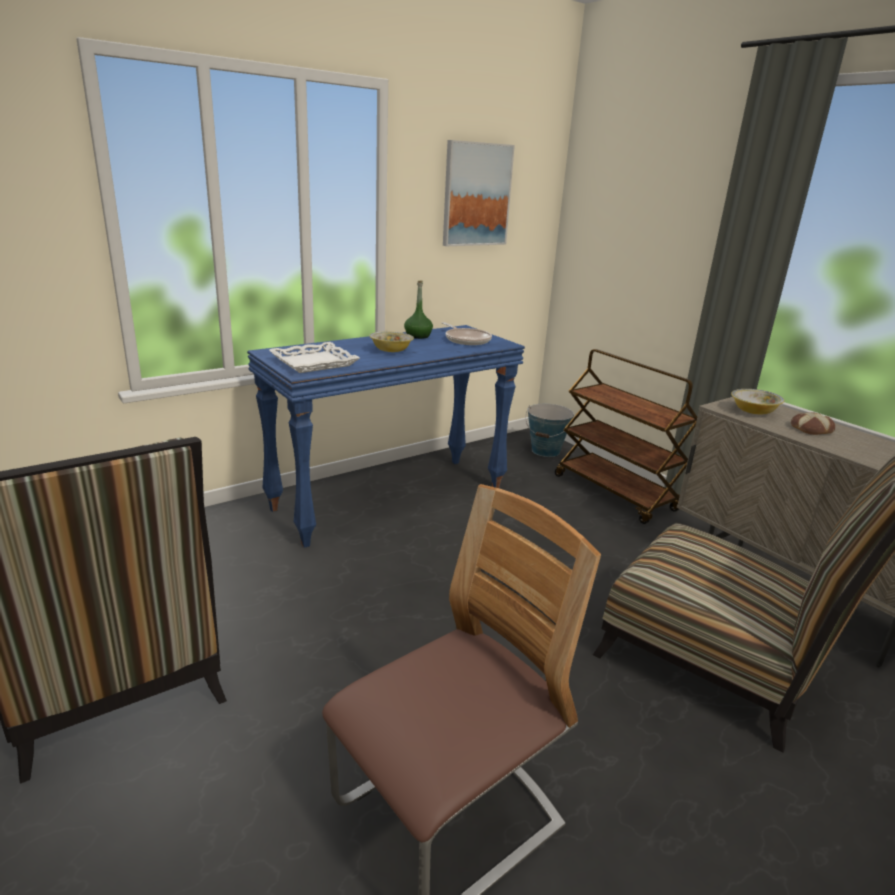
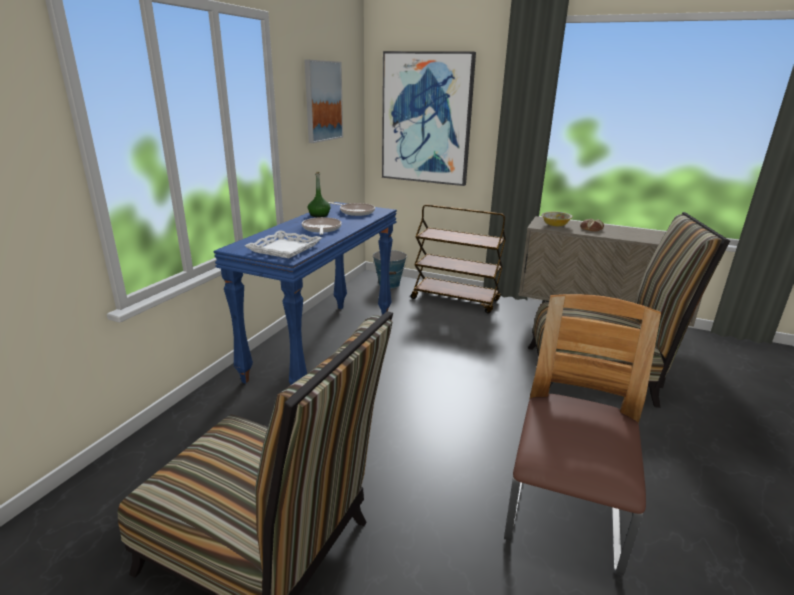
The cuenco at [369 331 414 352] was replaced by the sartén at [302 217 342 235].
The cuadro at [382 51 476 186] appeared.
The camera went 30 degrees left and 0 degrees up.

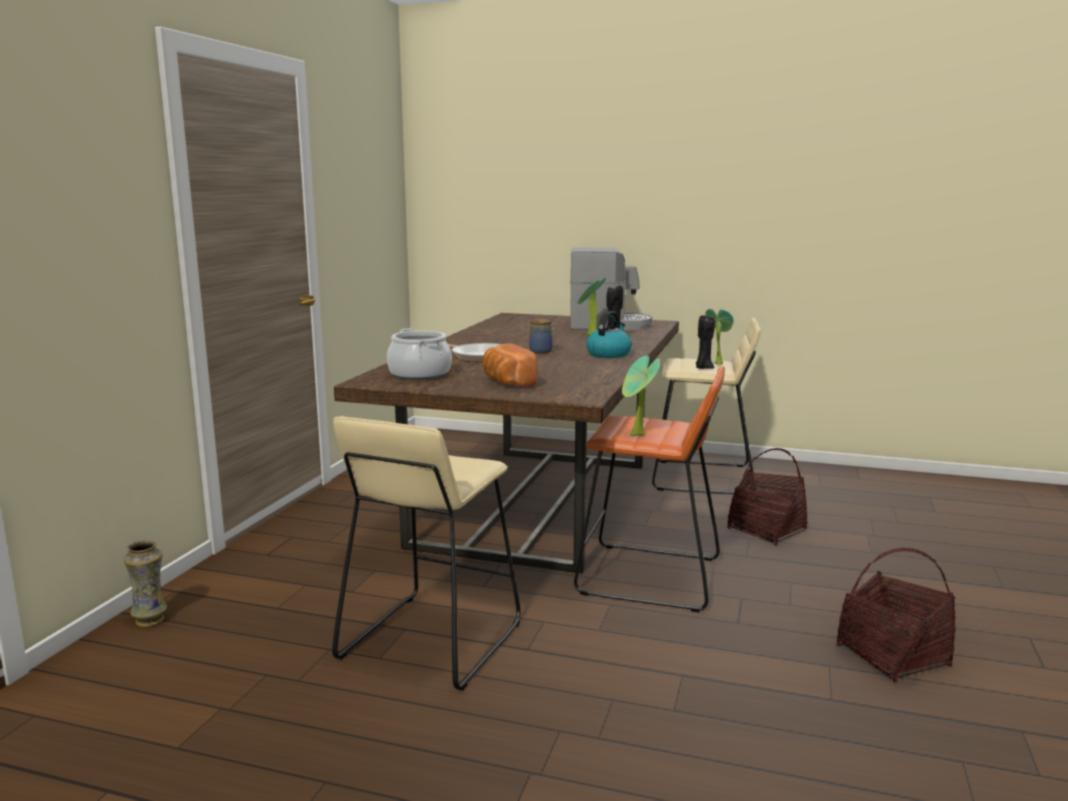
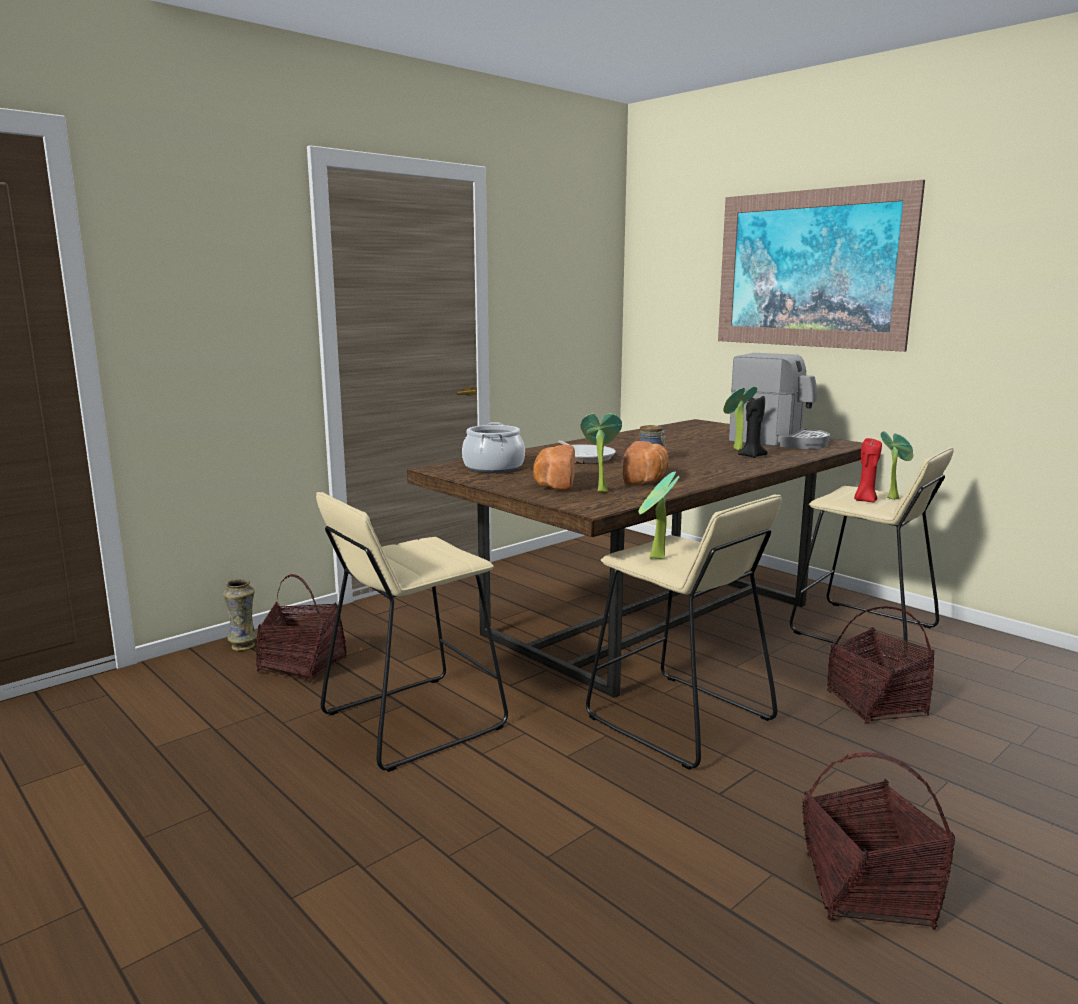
The taburete [naranja] at [574 366 725 612] became the taburete [beis] at [586 494 782 770].
The hervidor at [586 311 632 358] disappeared.
The vela [negro] at [696 315 715 369] became the vela [rojo] at [854 438 882 502].
The cesta at [256 574 347 683] appeared.
The planta en maceta at [581 413 622 492] appeared.
The pan at [623 441 669 485] appeared.
The cuadro at [718 180 925 352] appeared.
The camera went 30 degrees right and 0 degrees up.

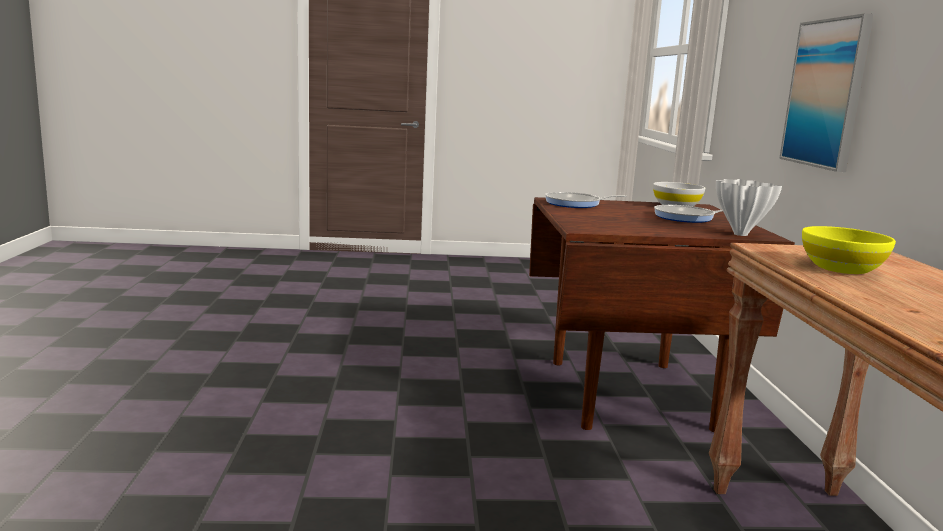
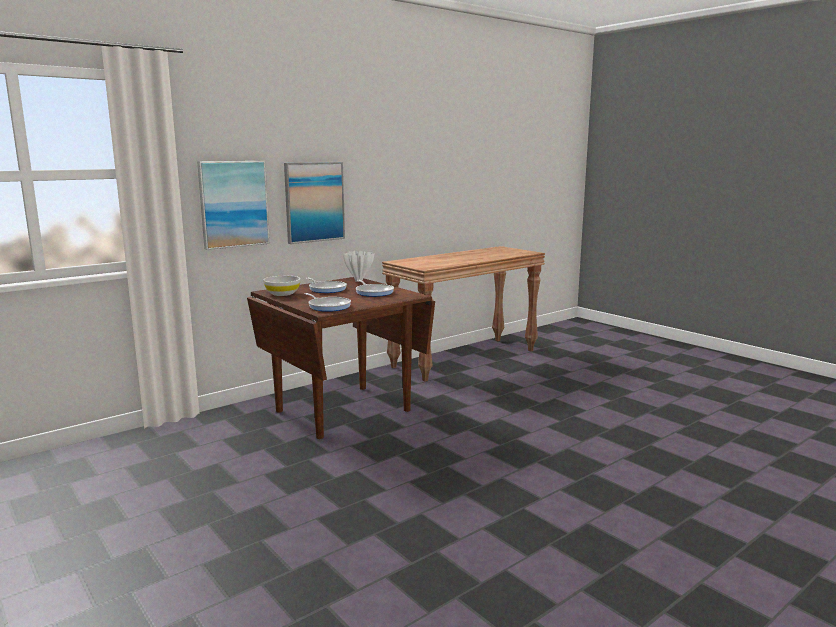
The cuenco [amarillo] at [802 226 896 274] disappeared.
The cuadro at [197 161 270 250] appeared.
The sartén at [356 280 394 297] appeared.
The camera went 125 degrees left and 0 degrees up.

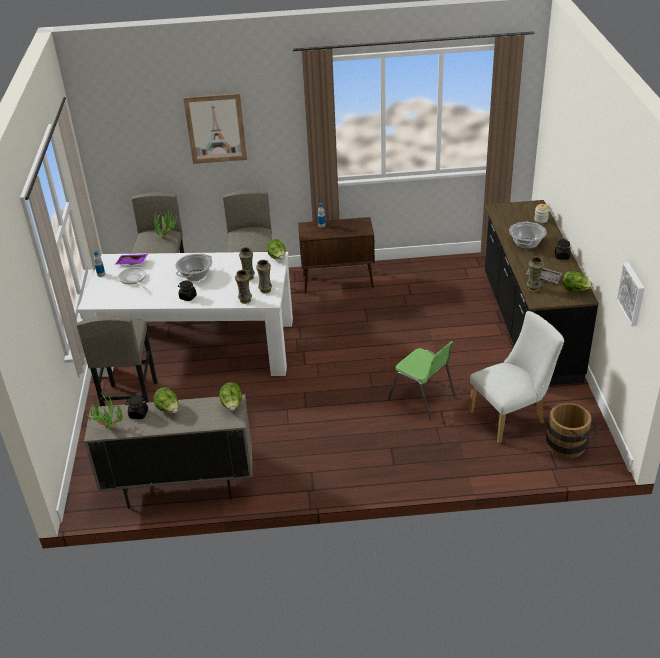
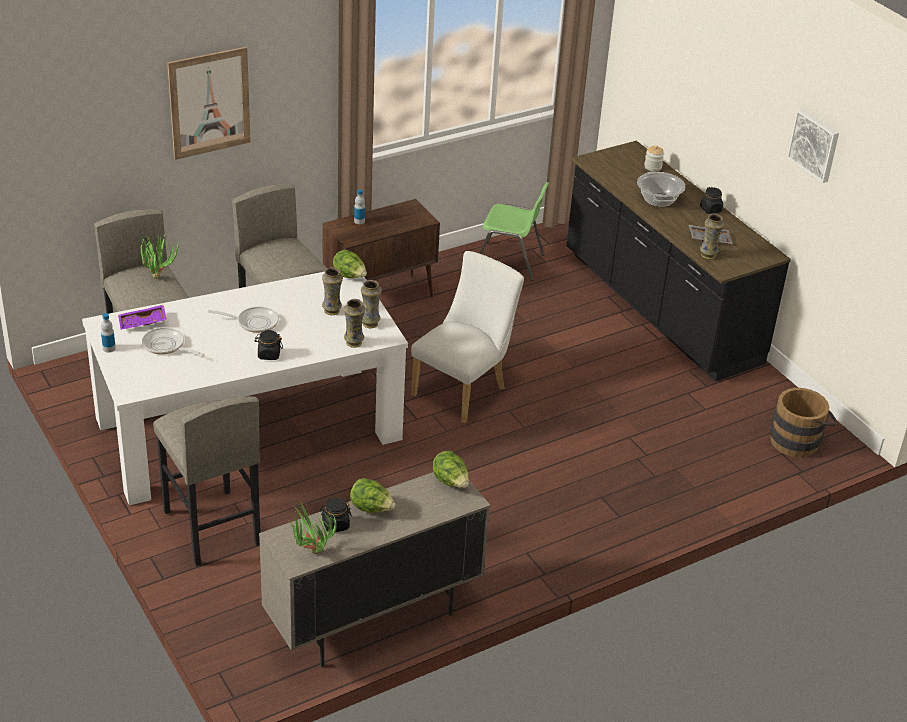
The olla at [176 254 212 281] was replaced by the sartén at [208 306 279 333].
The silla [verde] moved from [388 341 456 420] to [479 182 549 281].
The silla [blanco] moved from [469 311 564 443] to [411 251 524 423].
The lechuga at [562 271 593 292] disappeared.
The cuadro moved from [616 262 645 327] to [787 109 839 183].
The camera went 30 degrees left and 0 degrees up.

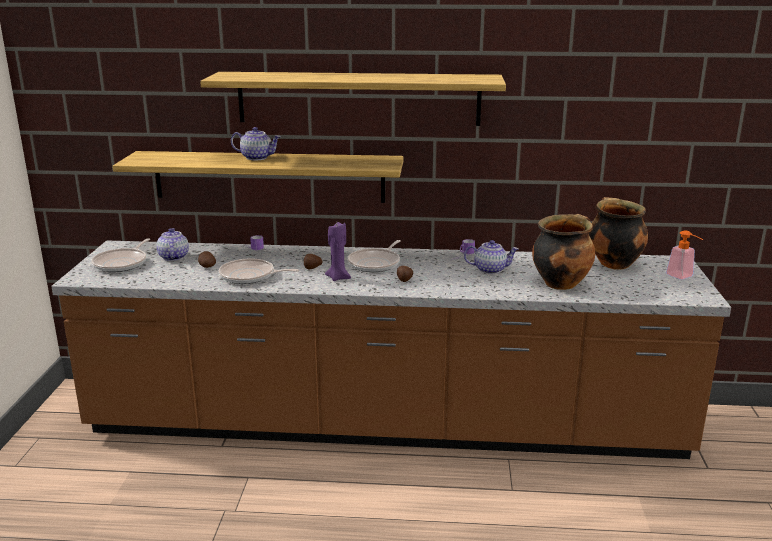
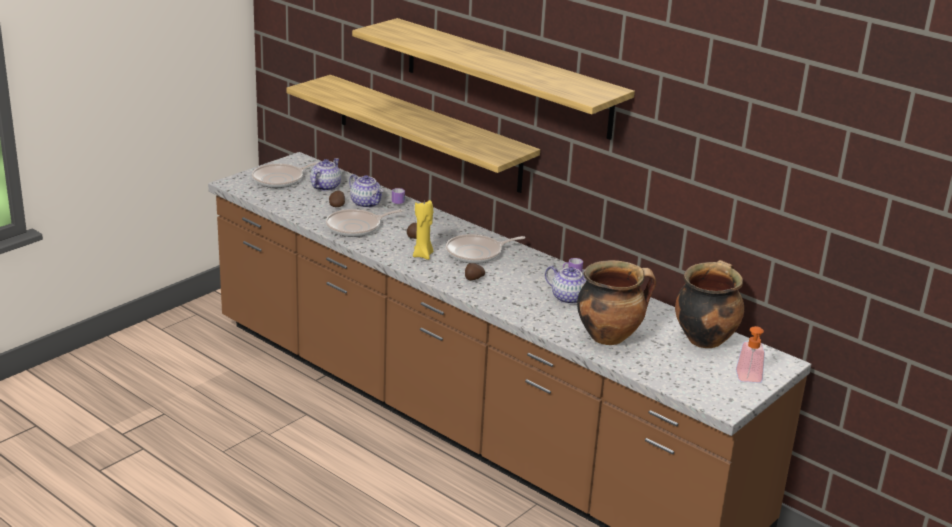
The sartén at [219 258 299 284] turned 75 degrees counterclockwise.
The tetera moved from [231 127 281 160] to [349 174 383 208].
The vela [morado] at [325 222 351 281] became the vela [amarillo] at [413 200 433 260].
The camera went 35 degrees right and 5 degrees up.

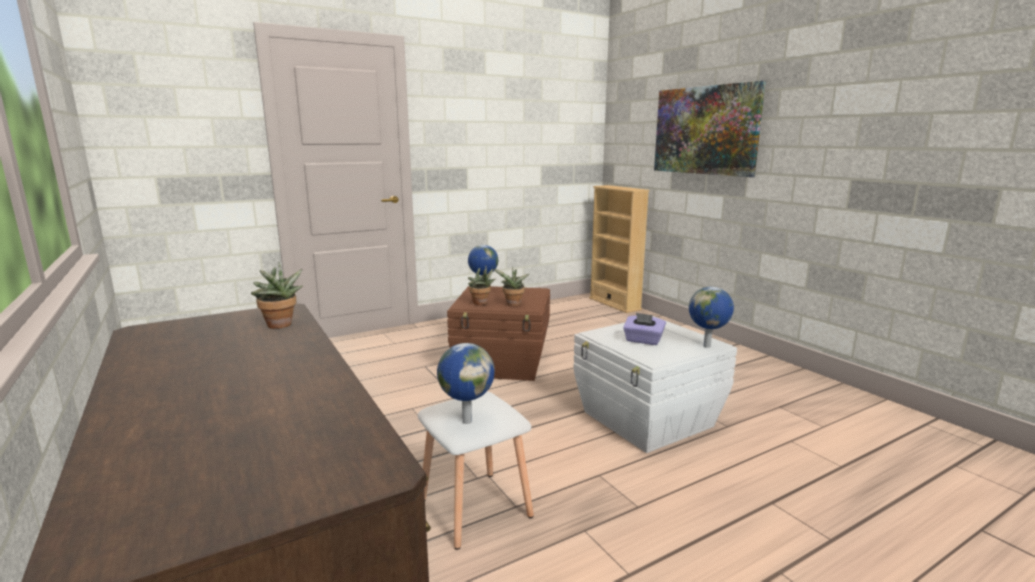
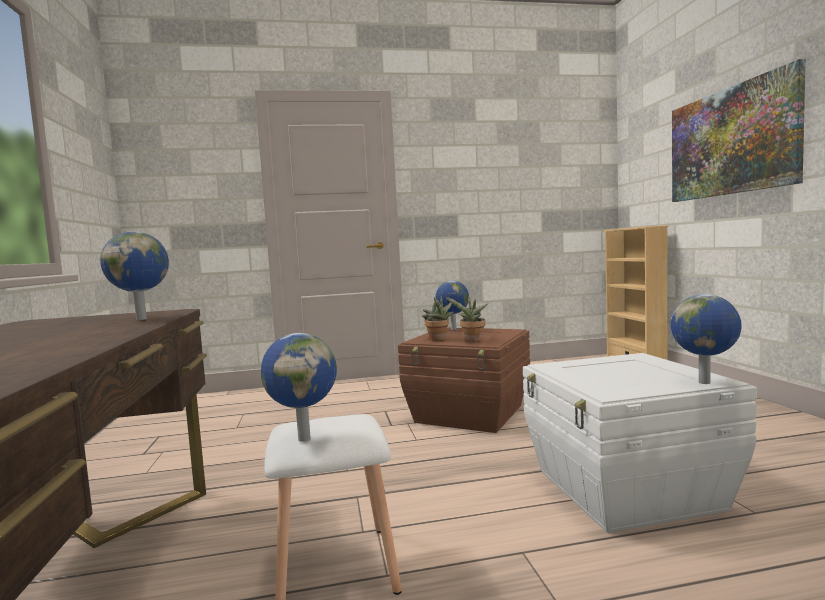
The planta en maceta at [251 262 303 329] was replaced by the globo terráqueo at [100 231 169 320].
The caja de pañuelos [morado] at [623 313 666 345] disappeared.
The camera went 20 degrees right and 10 degrees down.

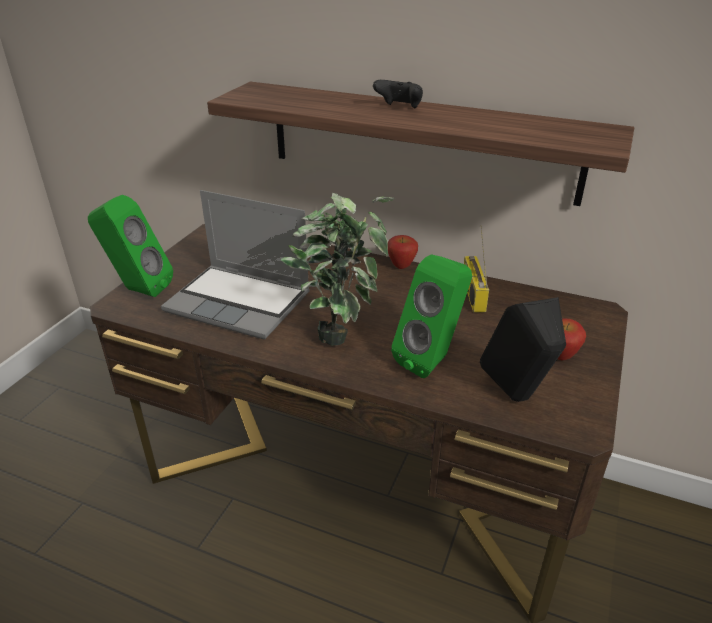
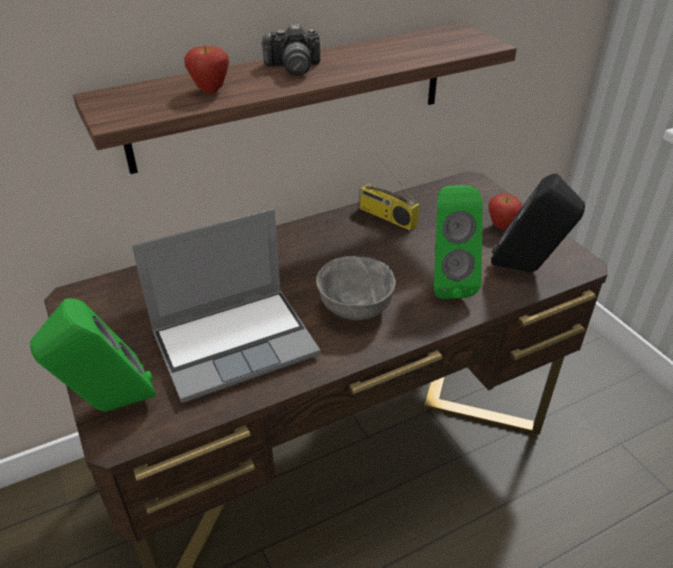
The planta en maceta at [281 193 394 345] was replaced by the cuenco [gris] at [316 256 396 320].
The mando de consola [negro] at [373 80 423 108] was replaced by the cámara at [260 24 320 76].
The manzana moved from [388 235 418 269] to [184 46 229 94].
The camera went 50 degrees left and 5 degrees up.

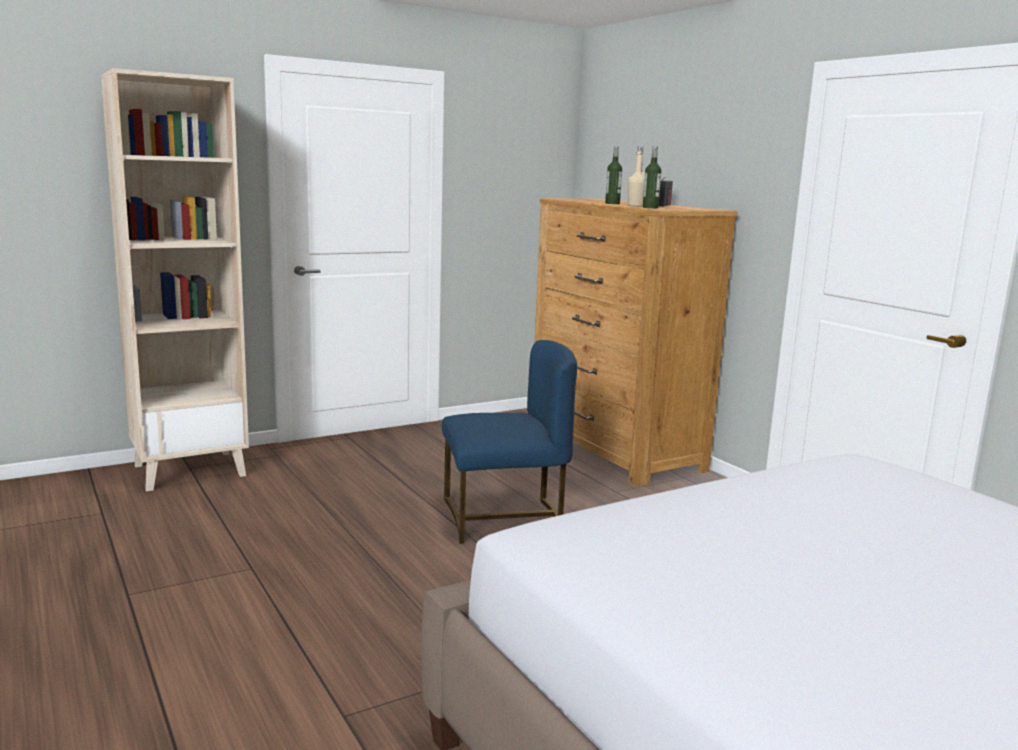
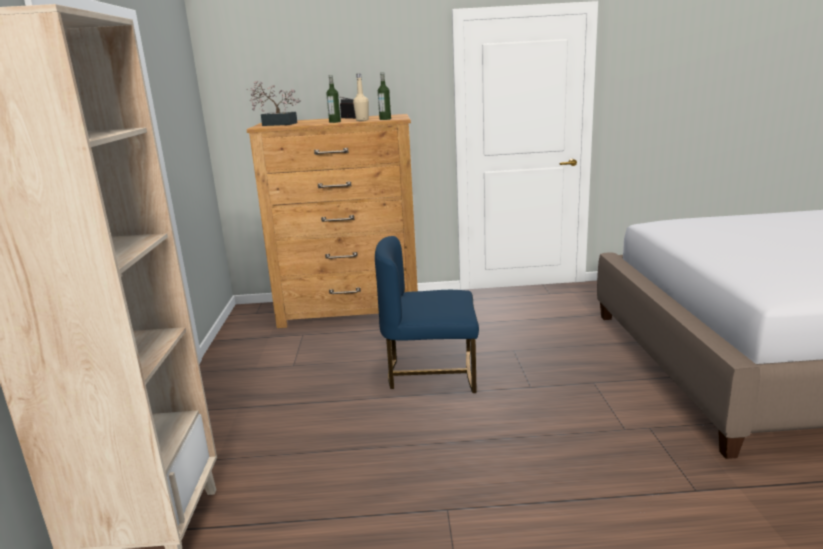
The silla [azul] at [442 340 577 544] turned 105 degrees counterclockwise.
The planta en maceta at [247 81 301 126] appeared.
The camera went 60 degrees left and 5 degrees up.

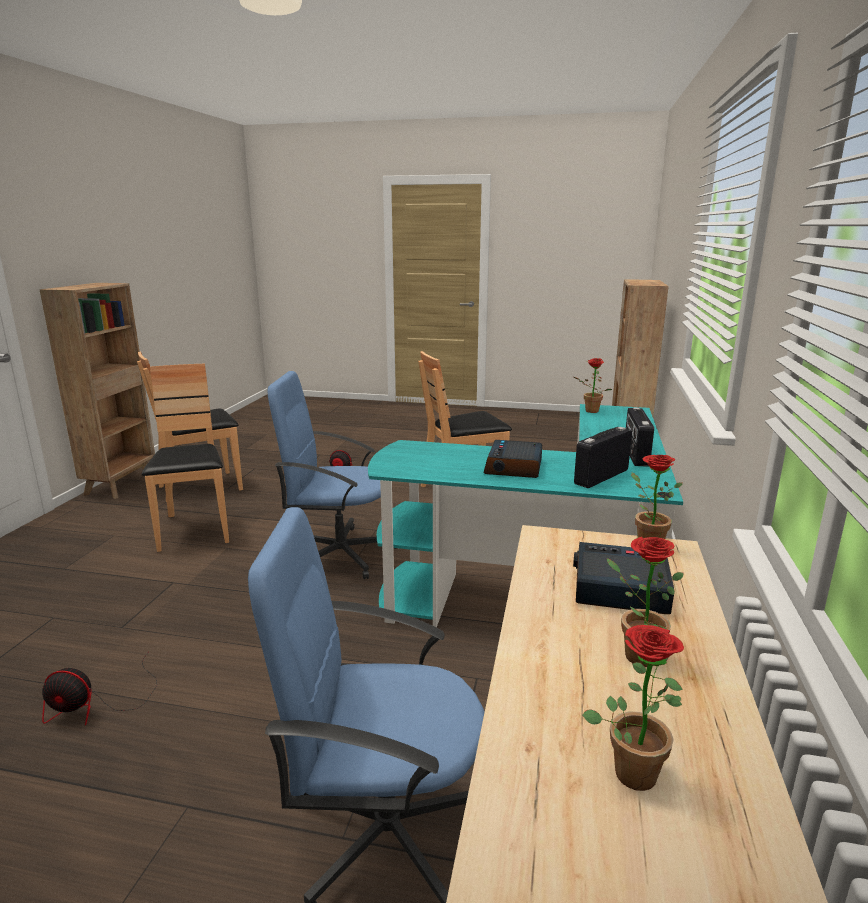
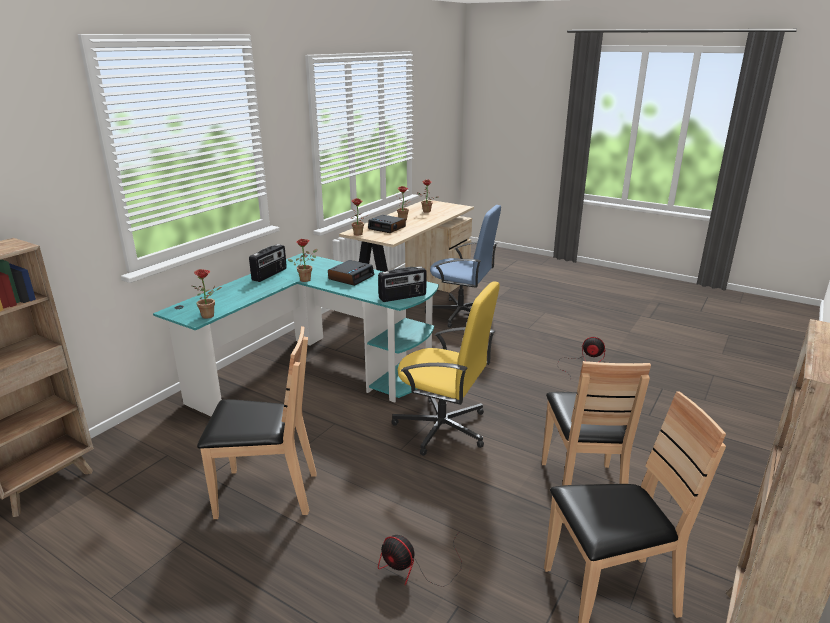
The silla de oficina [azul] at [267 371 397 579] became the silla de oficina [amarillo] at [392 281 500 456].
The radio moved from [574 427 632 488] to [378 266 427 302].
The planta en maceta at [288 239 318 282] appeared.
The camera went 160 degrees left and 5 degrees up.

